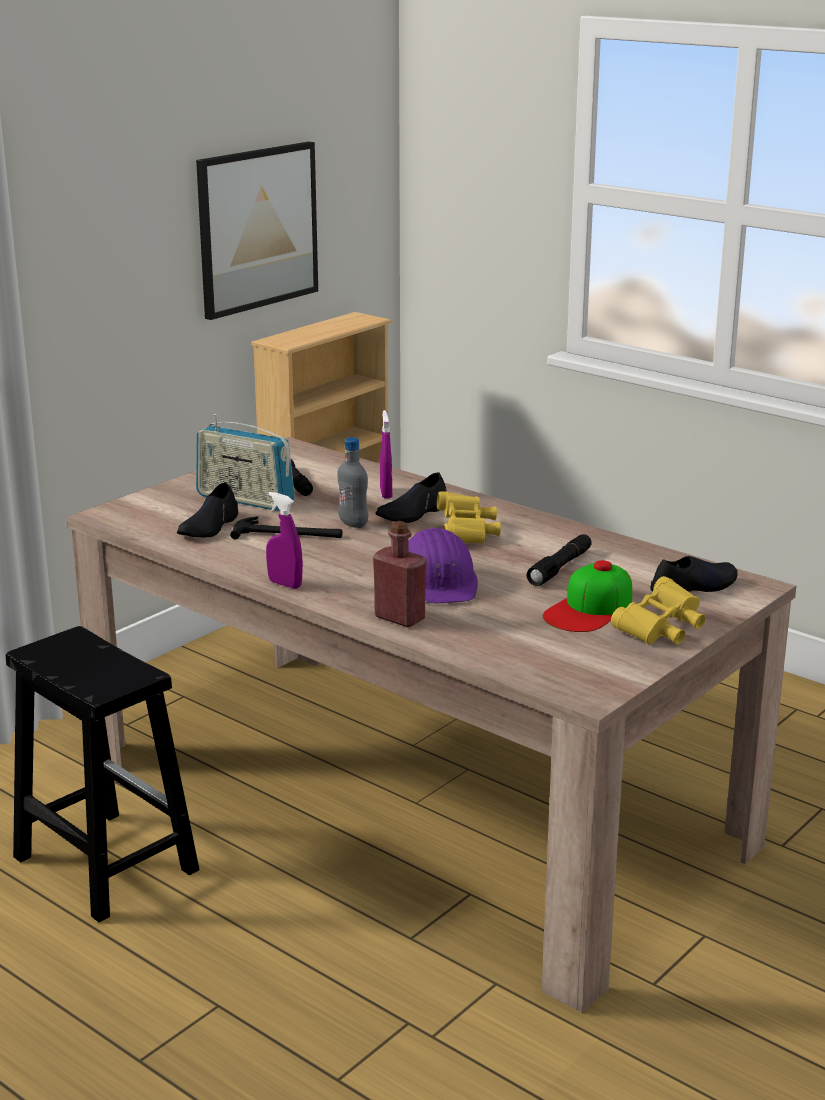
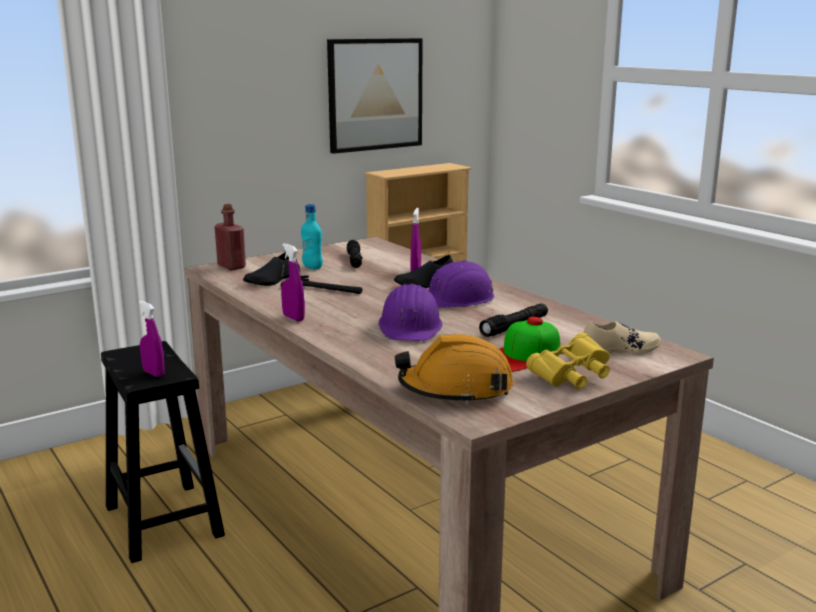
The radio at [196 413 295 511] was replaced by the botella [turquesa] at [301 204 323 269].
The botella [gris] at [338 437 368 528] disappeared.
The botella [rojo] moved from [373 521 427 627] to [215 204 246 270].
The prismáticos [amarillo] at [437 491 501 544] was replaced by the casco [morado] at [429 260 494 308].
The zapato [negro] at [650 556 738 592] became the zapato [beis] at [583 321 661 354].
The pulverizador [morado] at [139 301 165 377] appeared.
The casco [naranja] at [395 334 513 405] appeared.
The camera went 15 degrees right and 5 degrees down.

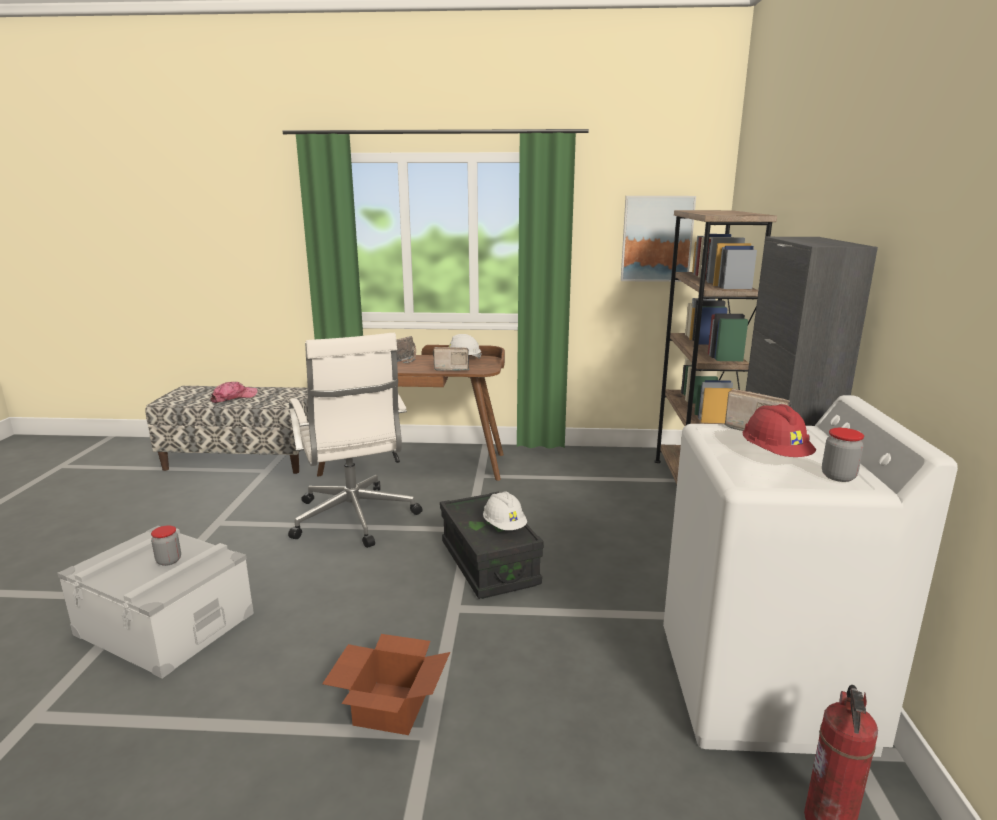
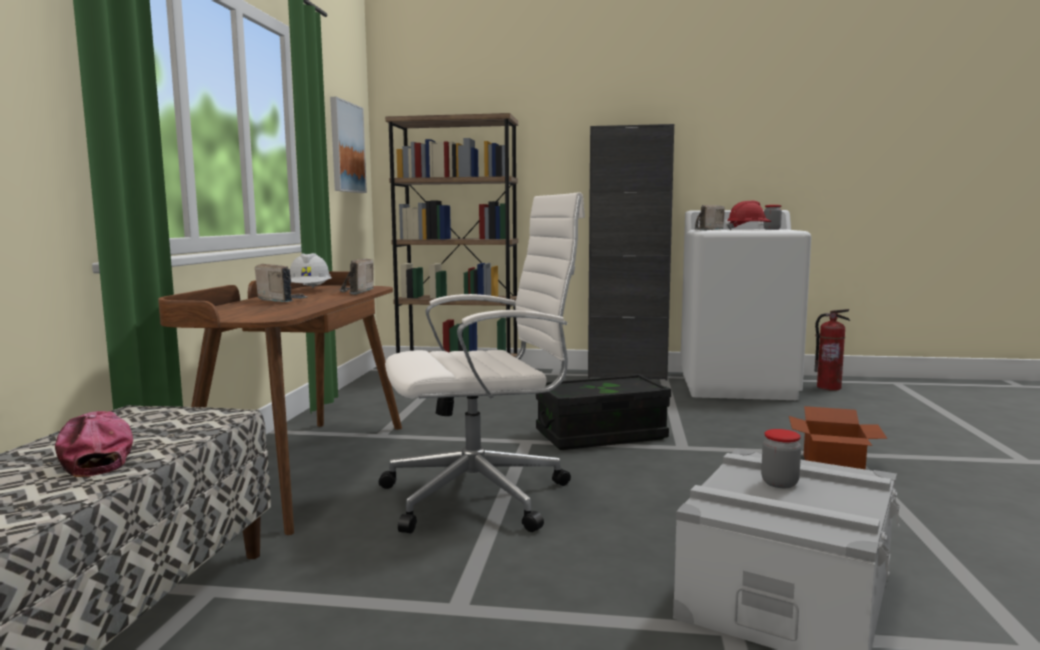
The casco [blanco] at [483 491 527 530] disappeared.
The camera went 85 degrees left and 10 degrees down.

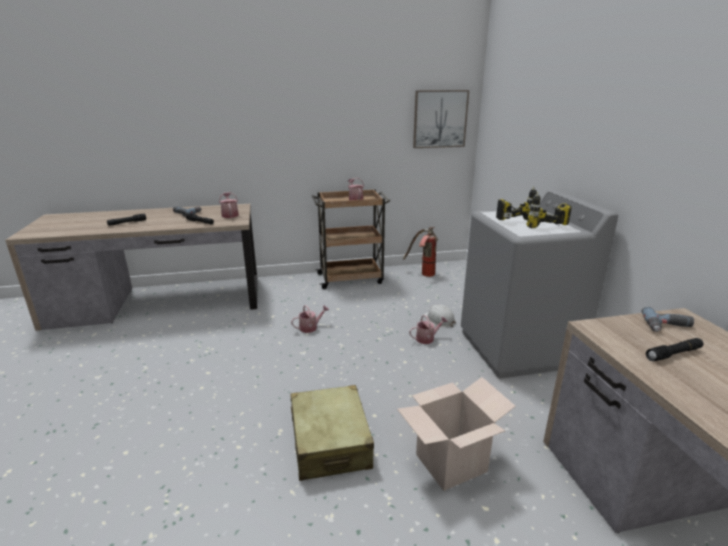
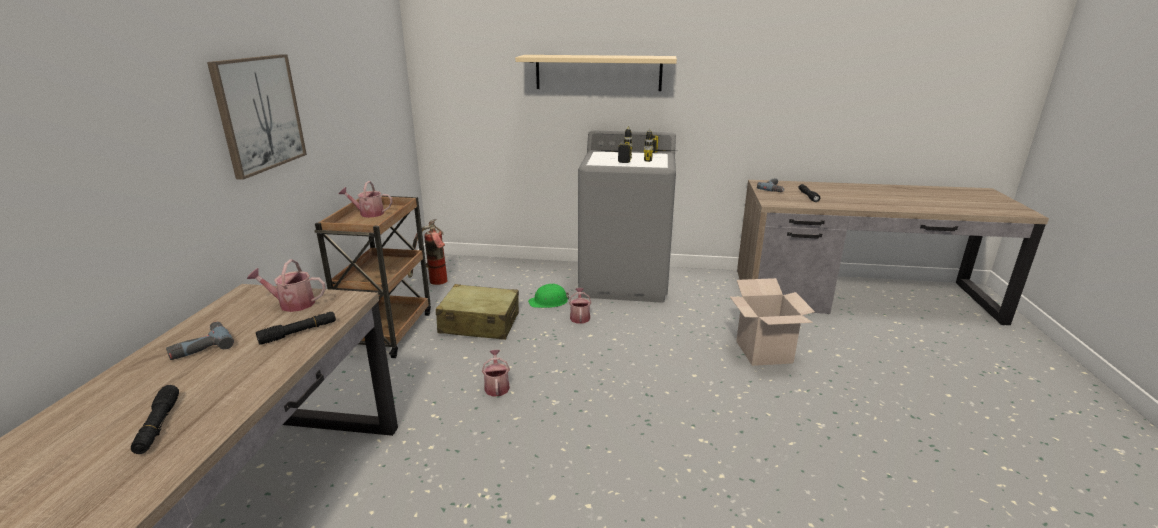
The maleta [beis] moved from [290 385 374 481] to [436 284 519 340].
The cuadro moved from [413 90 469 148] to [207 54 307 180].
The casco [blanco] at [423 305 456 327] became the casco [verde] at [528 284 569 308].
The estante [beis] at [515 55 677 91] appeared.
The camera went 70 degrees left and 0 degrees up.

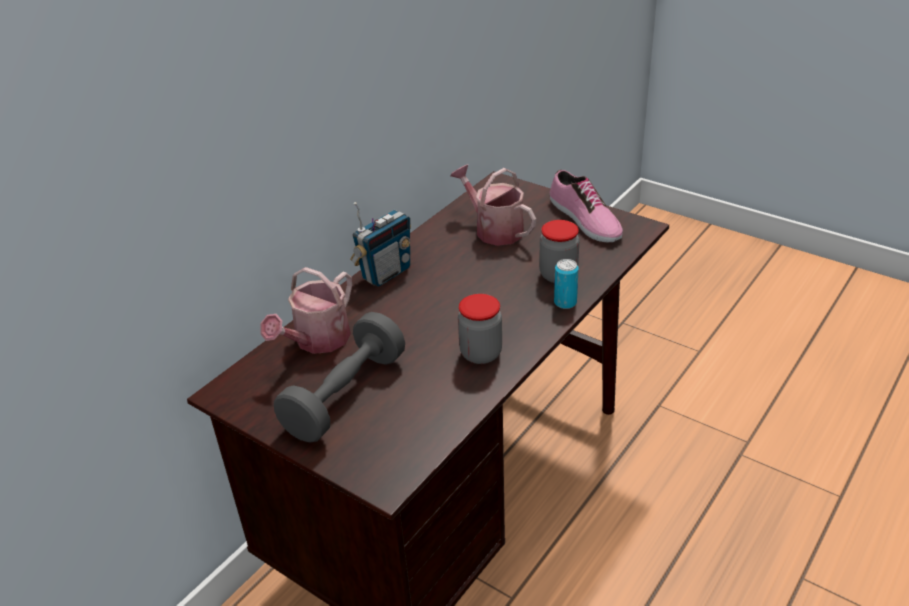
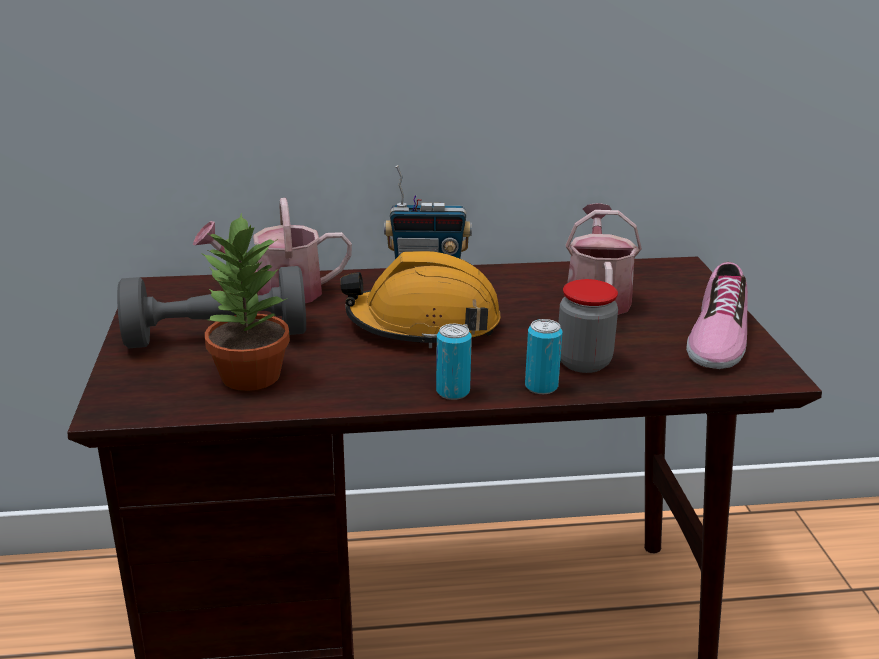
The tarro at [458 294 502 364] disappeared.
The planta en maceta at [201 213 290 391] appeared.
The casco [naranja] at [340 251 500 348] appeared.
The lata at [436 324 472 400] appeared.
The camera went 45 degrees right and 10 degrees down.

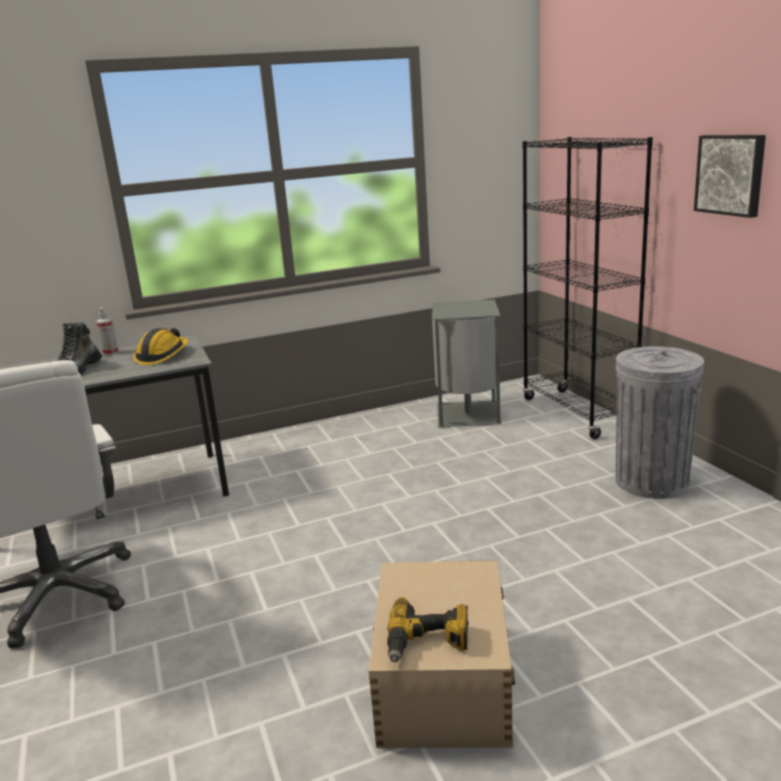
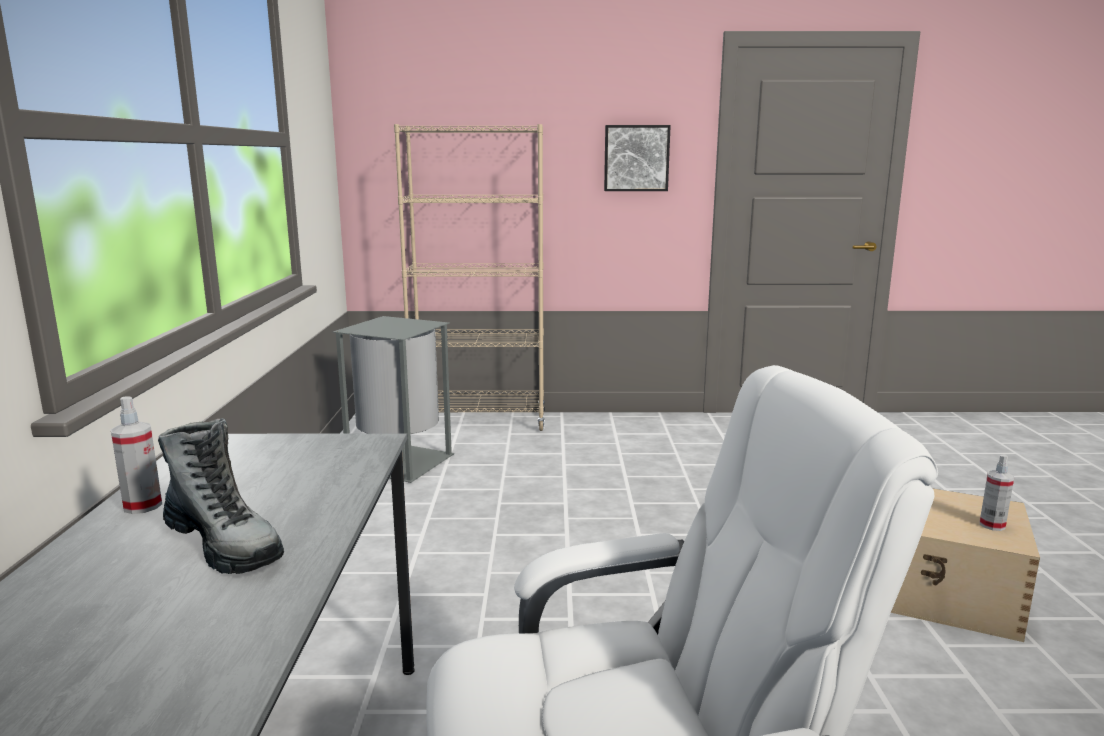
The casco at [133 328 189 365] disappeared.
The taladro at [387 597 468 662] was replaced by the pulverizador at [980 454 1014 531].
The estantería [negro] at [523 137 653 439] became the estantería [beis] at [394 124 545 431].
The papelera [gris] at [615 346 704 499] disappeared.
The camera went 70 degrees left and 5 degrees down.

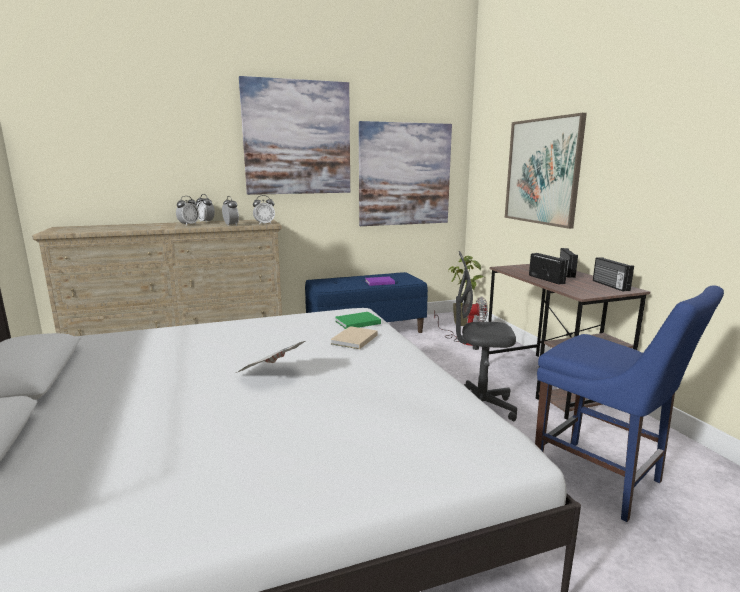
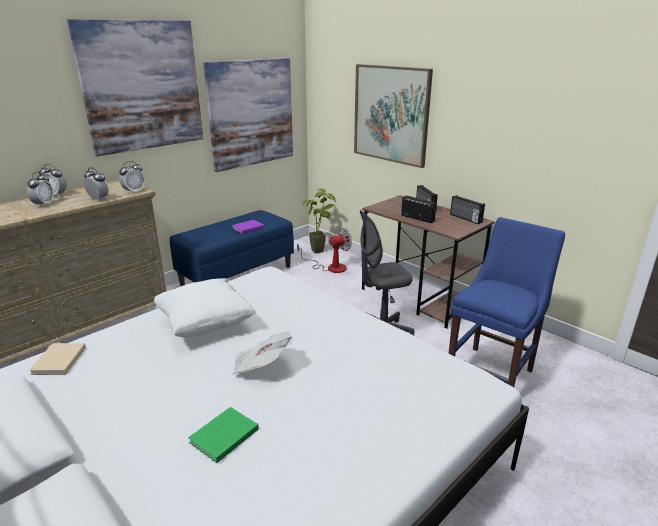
The libro [beis] moved from [330 326 378 349] to [29 343 86 375].
The libro [verde] moved from [335 312 381 329] to [188 407 259 463].
The silla [azul] at [535 285 724 522] turned 75 degrees counterclockwise.
The cojín [blanco] at [154 278 256 337] appeared.
The camera went 25 degrees left and 10 degrees up.

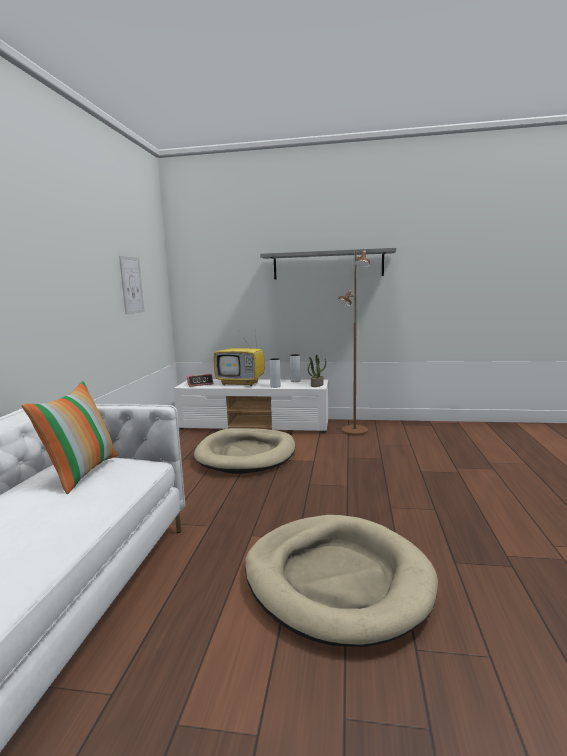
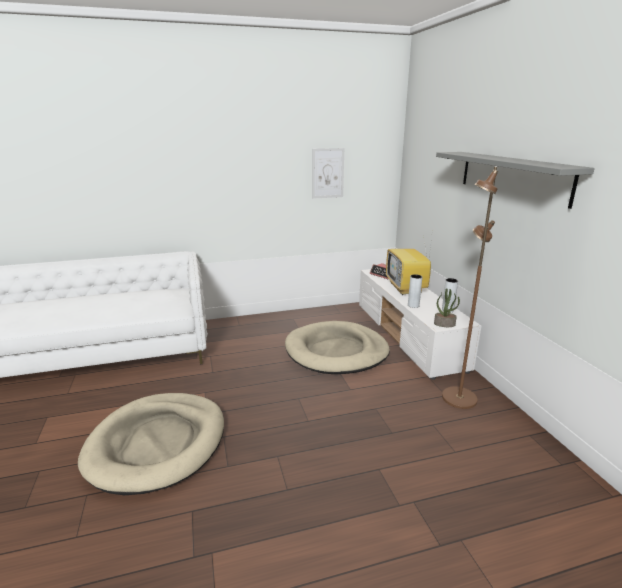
The cojín at [22 381 118 494] disappeared.
The camera went 65 degrees right and 10 degrees up.

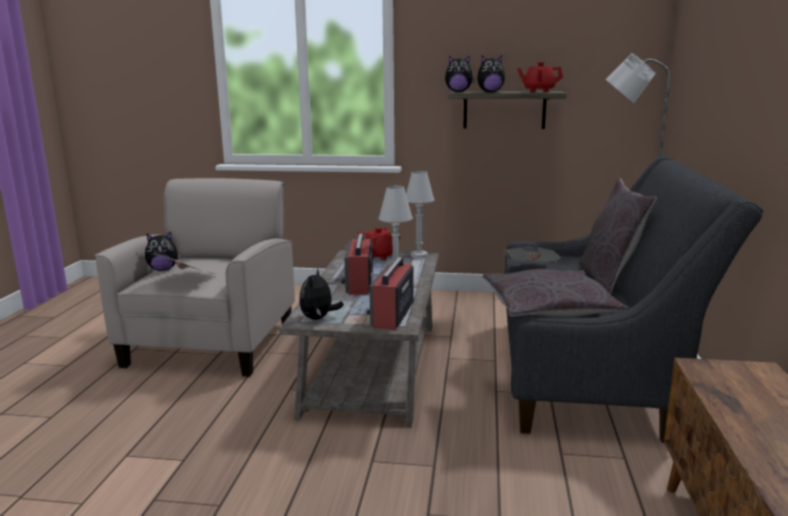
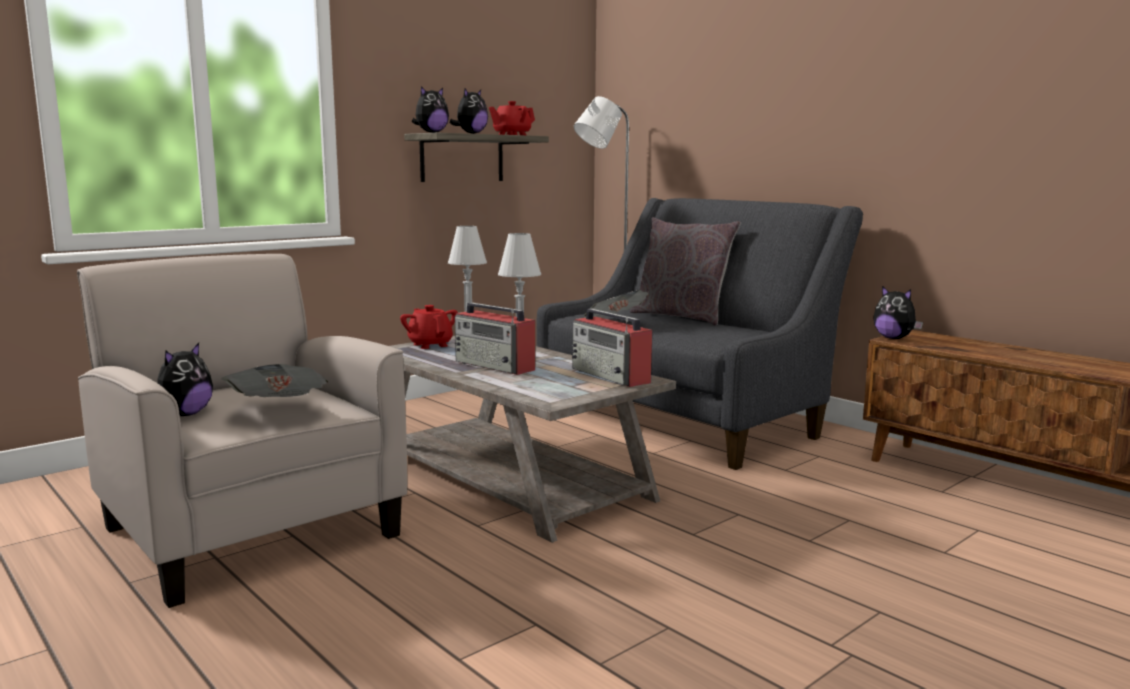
The peluche moved from [299 268 344 320] to [873 286 923 339].
The cojín [gris] at [483 269 629 317] disappeared.
The camera went 50 degrees left and 5 degrees down.

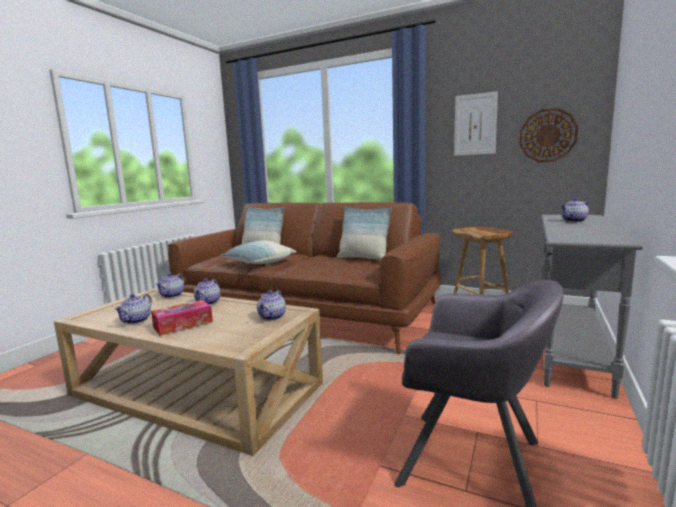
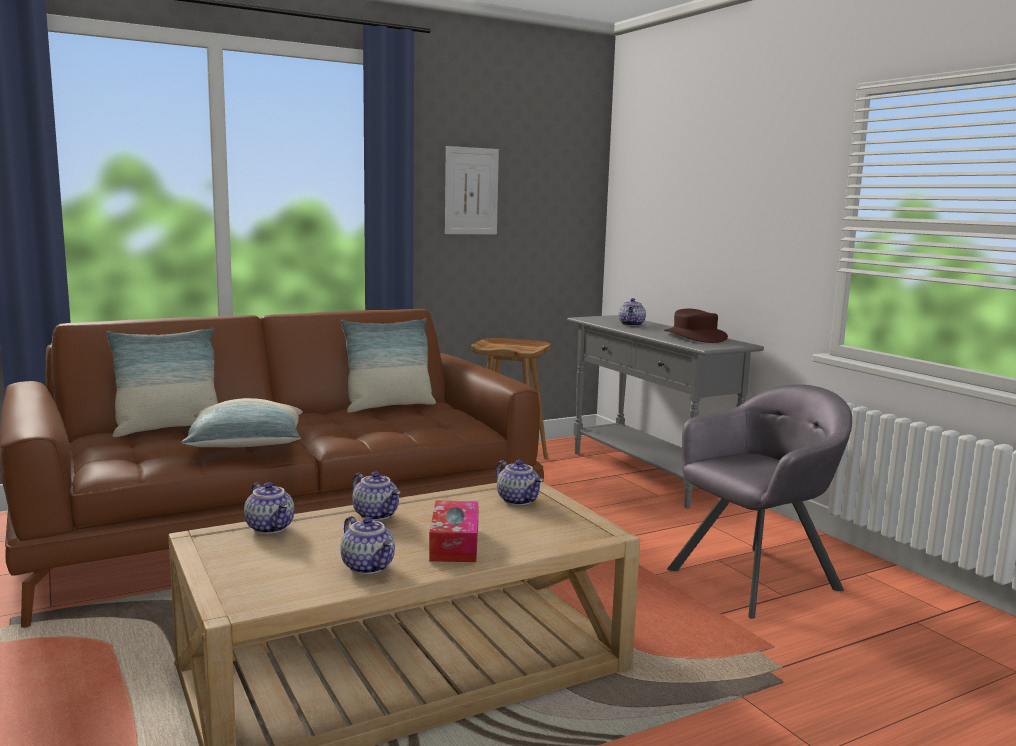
The reloj de pared at [519 108 578 163] disappeared.
The sombrero [marrón] at [664 309 728 343] appeared.
The camera went 55 degrees left and 0 degrees up.

